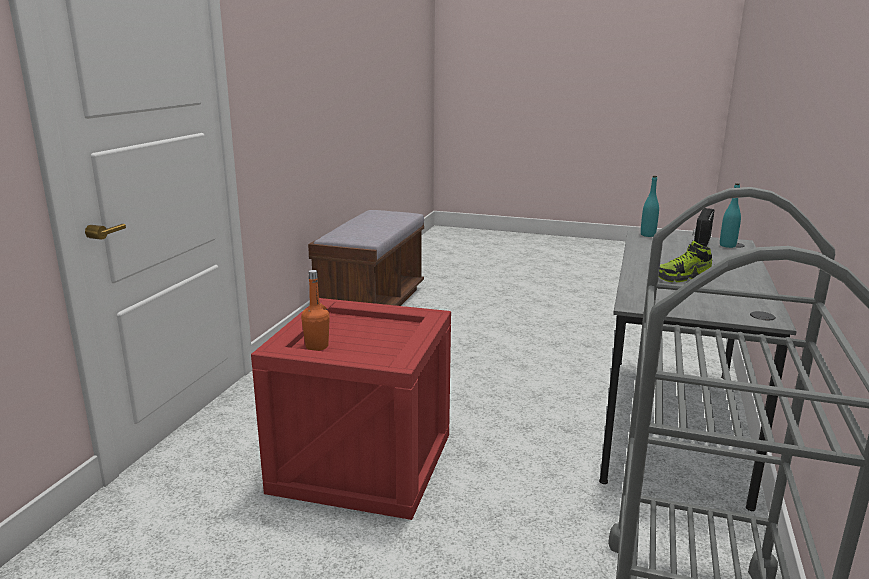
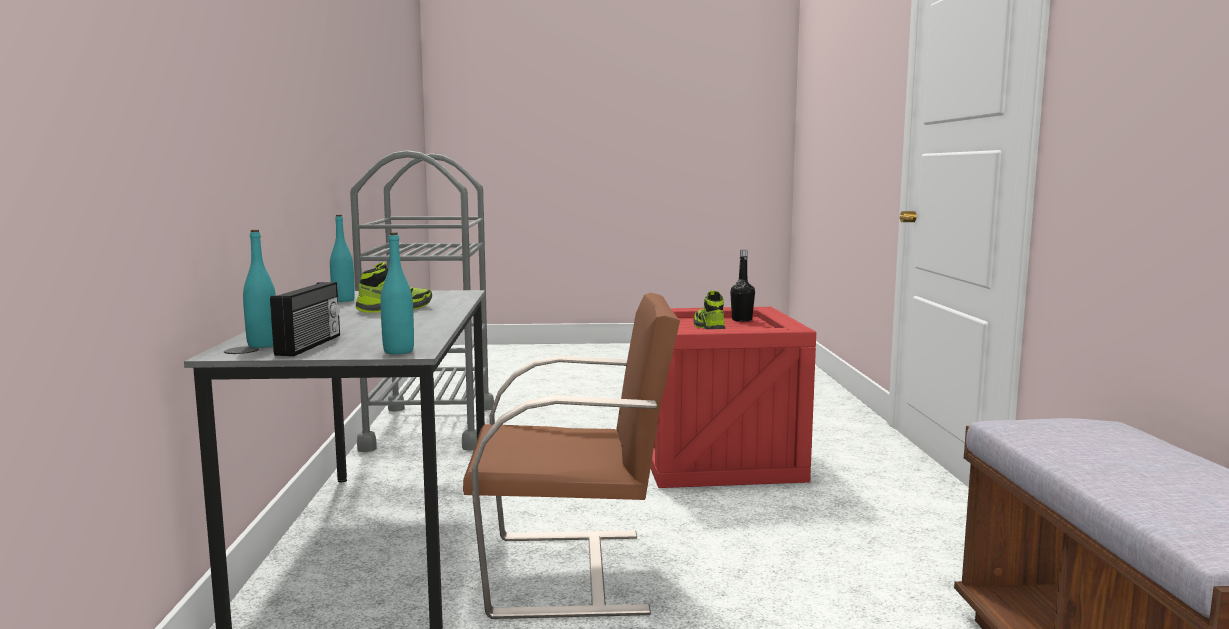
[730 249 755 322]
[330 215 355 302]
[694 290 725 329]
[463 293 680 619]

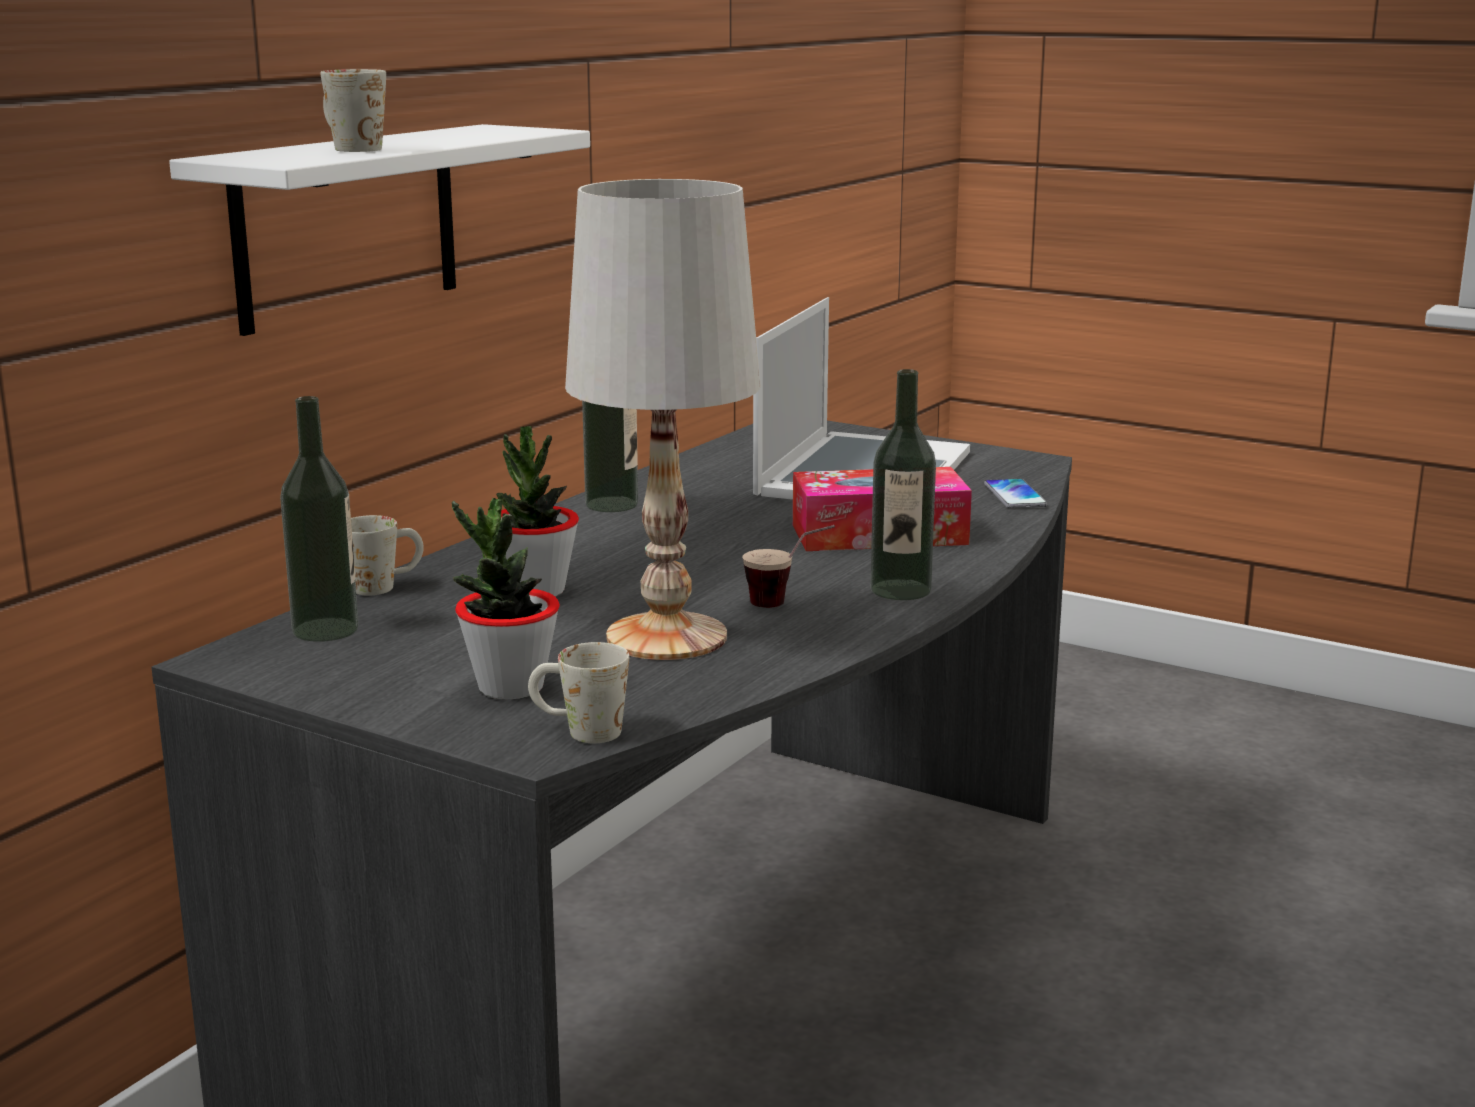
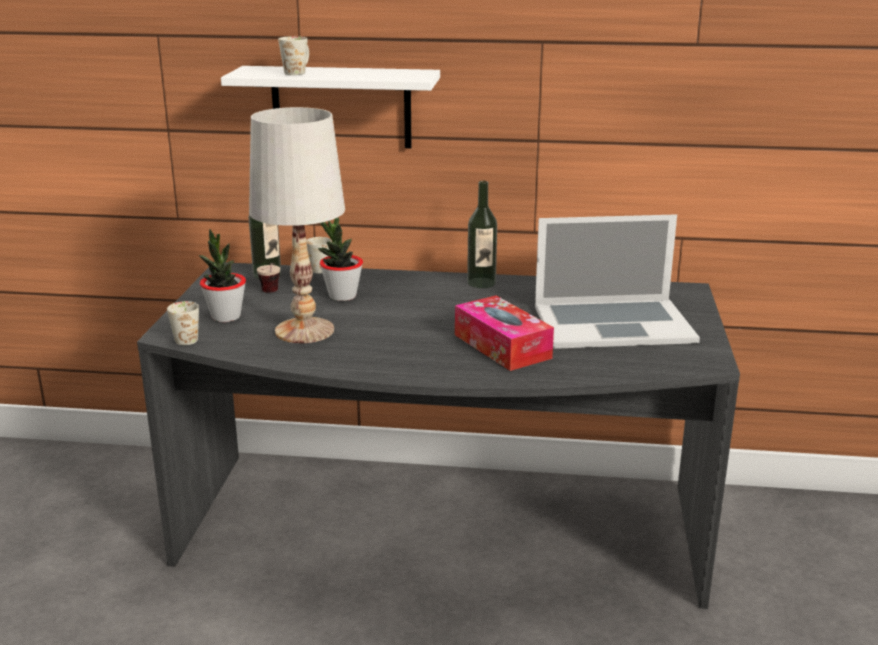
[870 369 936 600] (first image)
[984 479 1048 508] (first image)
[257 263 280 293]

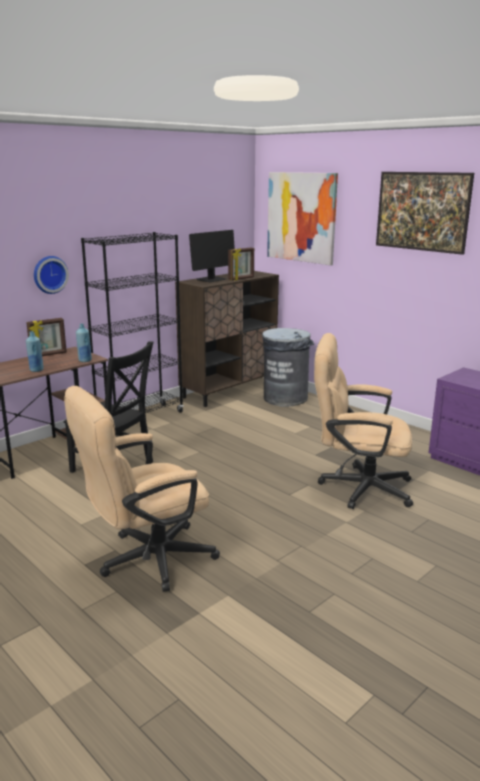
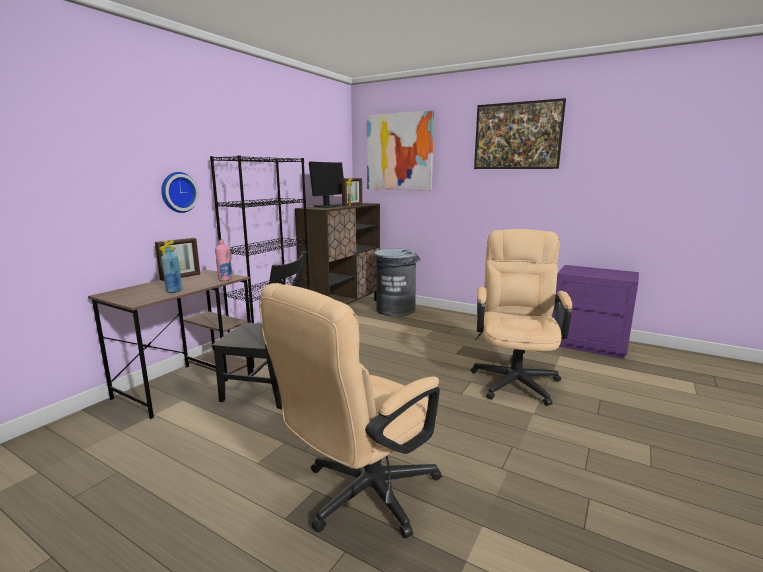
[215 240 233 281]
[470 229 572 406]

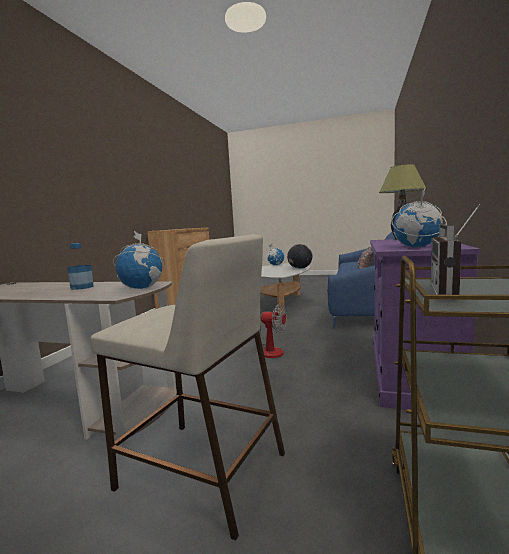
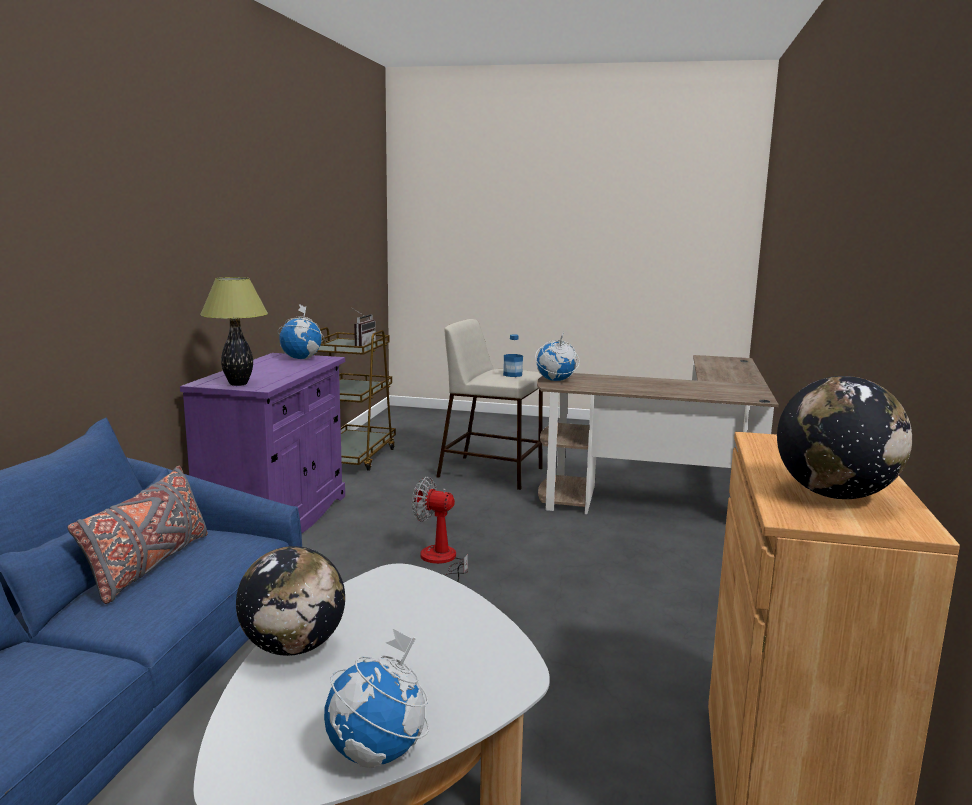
[503 334 523 377]
[777 376 912 499]

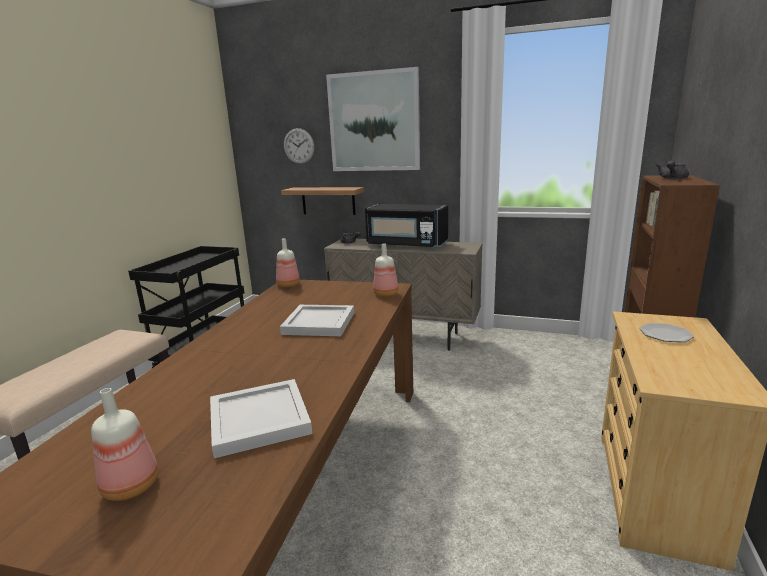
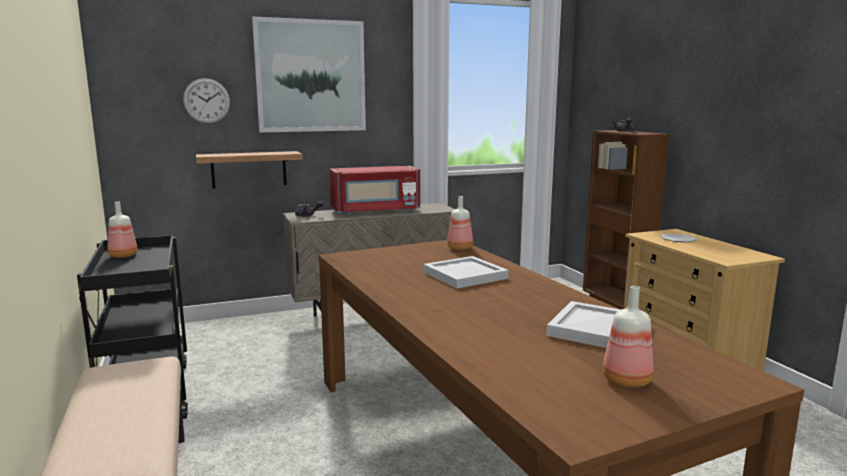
[329 166 420 215]
[108 202 138 258]

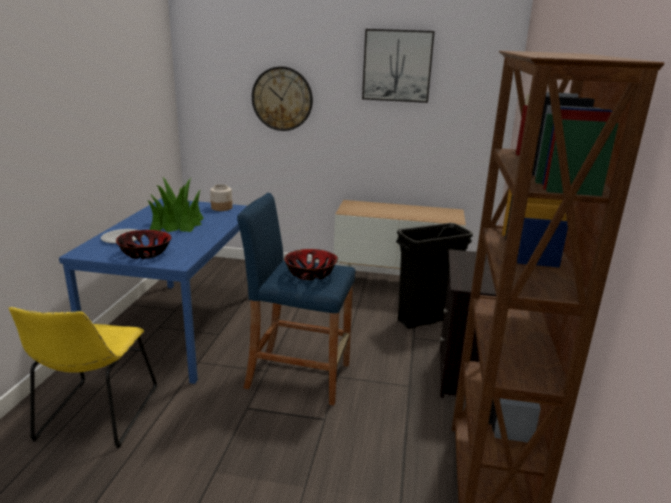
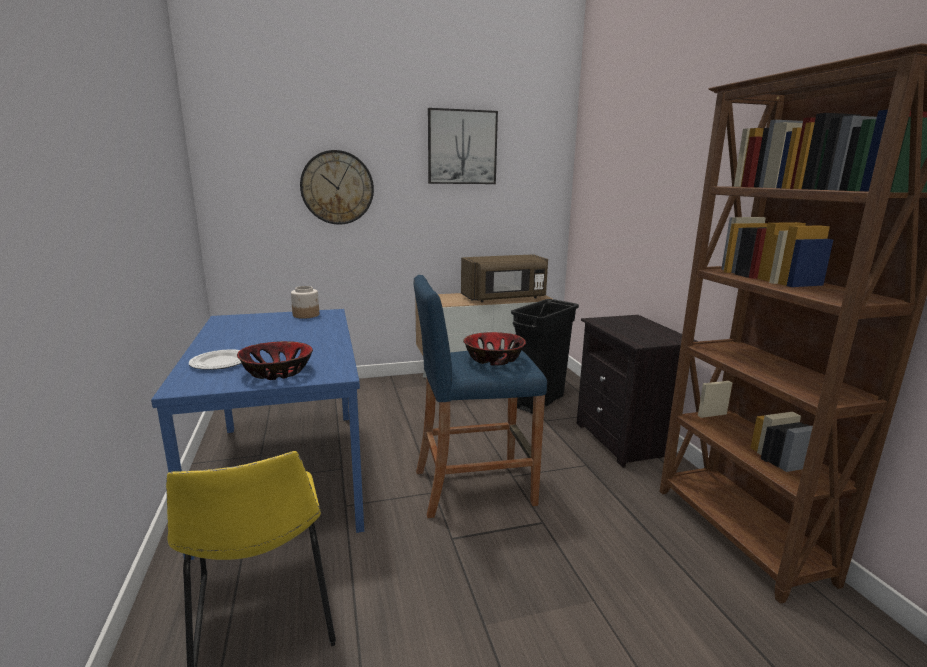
[148 177 204 232] (first image)
[461 254 548 302]

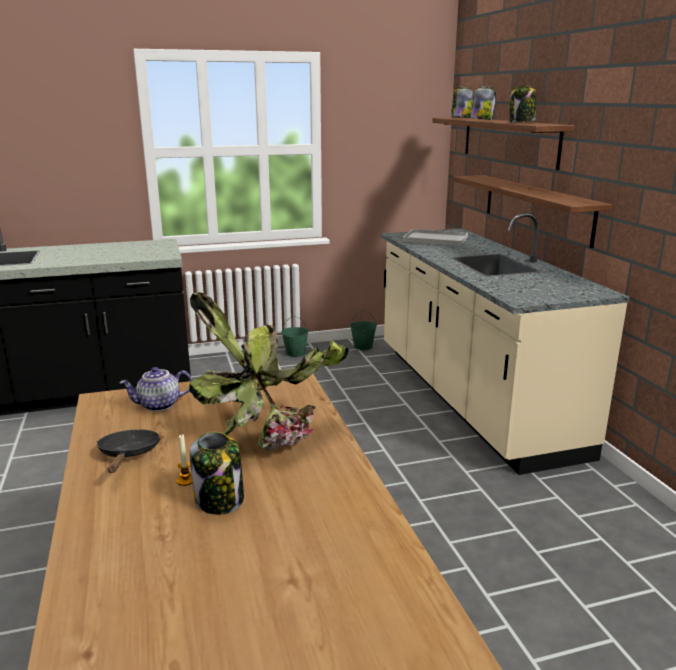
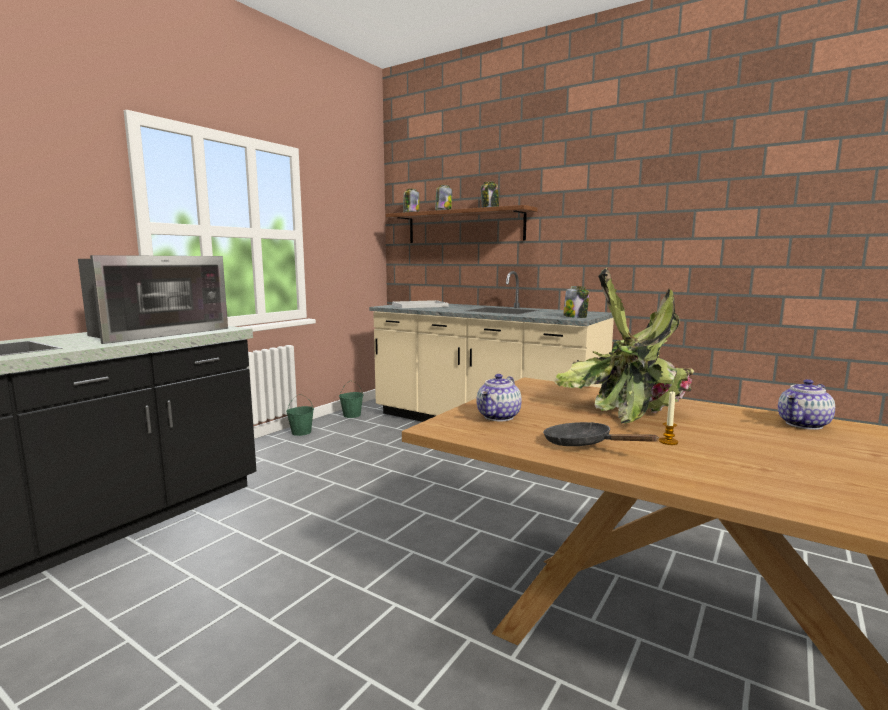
[453 175 611 248] (first image)
[563 286 589 318]
[78 255 228 344]
[778 379 835 430]

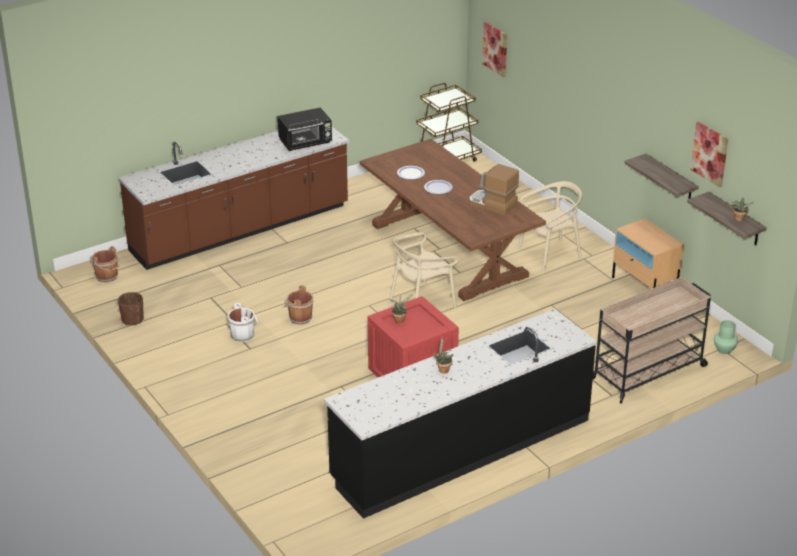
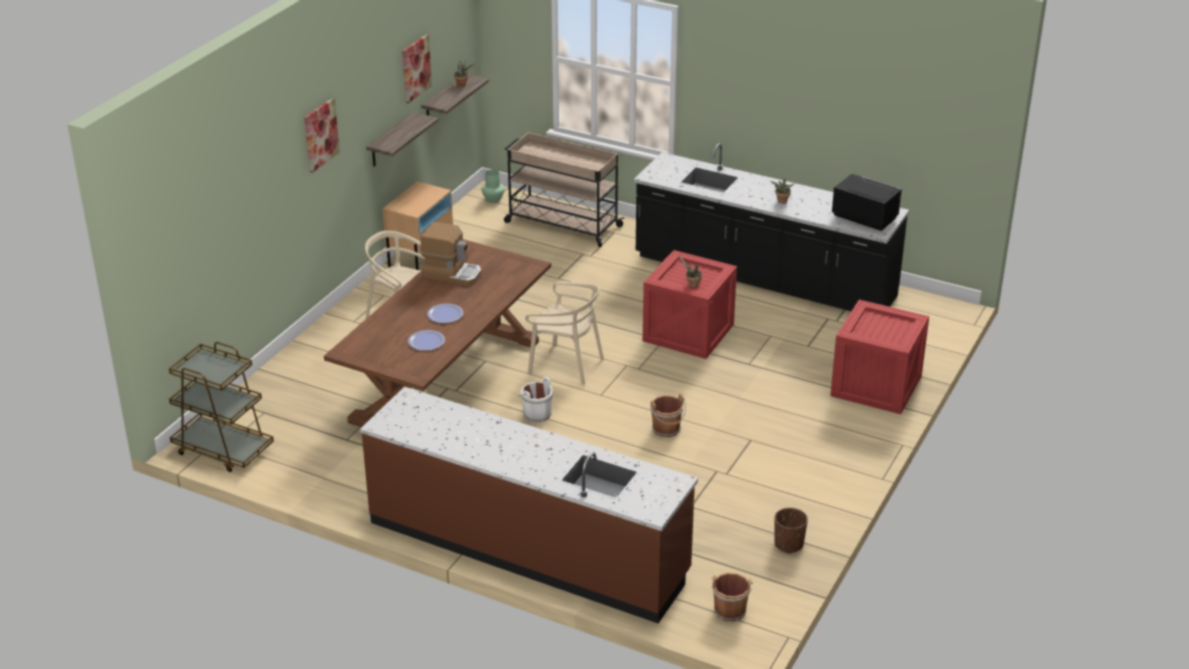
[304 98 340 173]
[832 174 902 231]
[421 222 482 286]
[518 377 553 423]
[830 300 929 414]

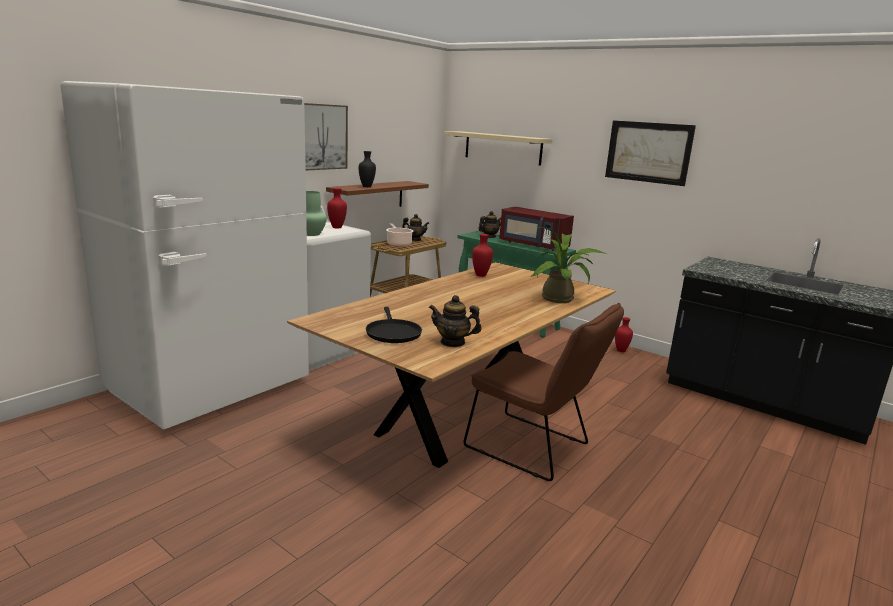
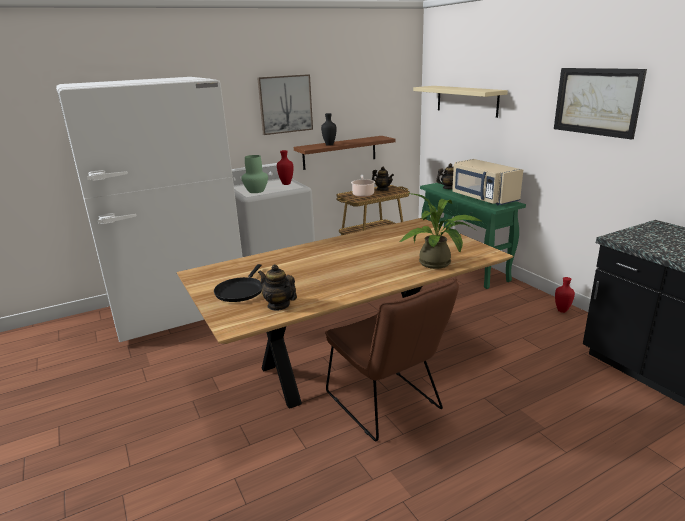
[452 159 523 205]
[472 234 493 277] (first image)

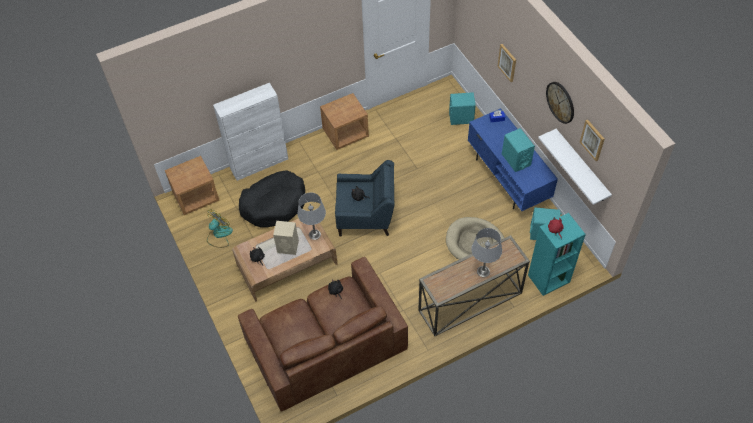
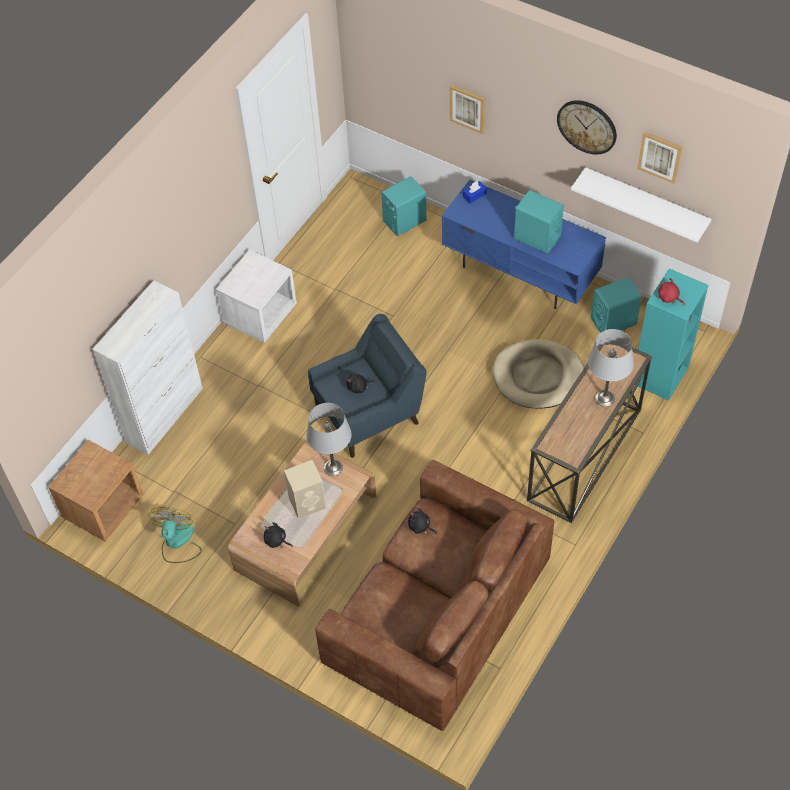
[216 250 297 343]
[239 171 305 228] (first image)

